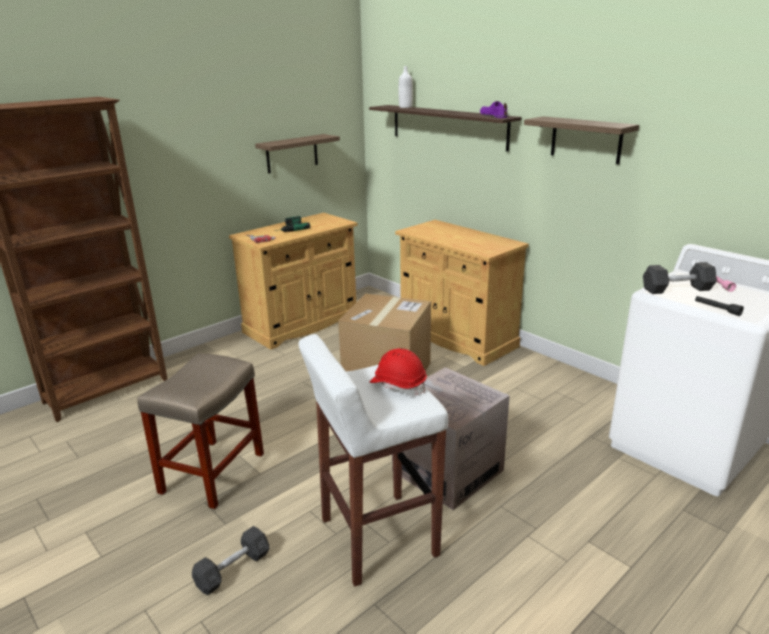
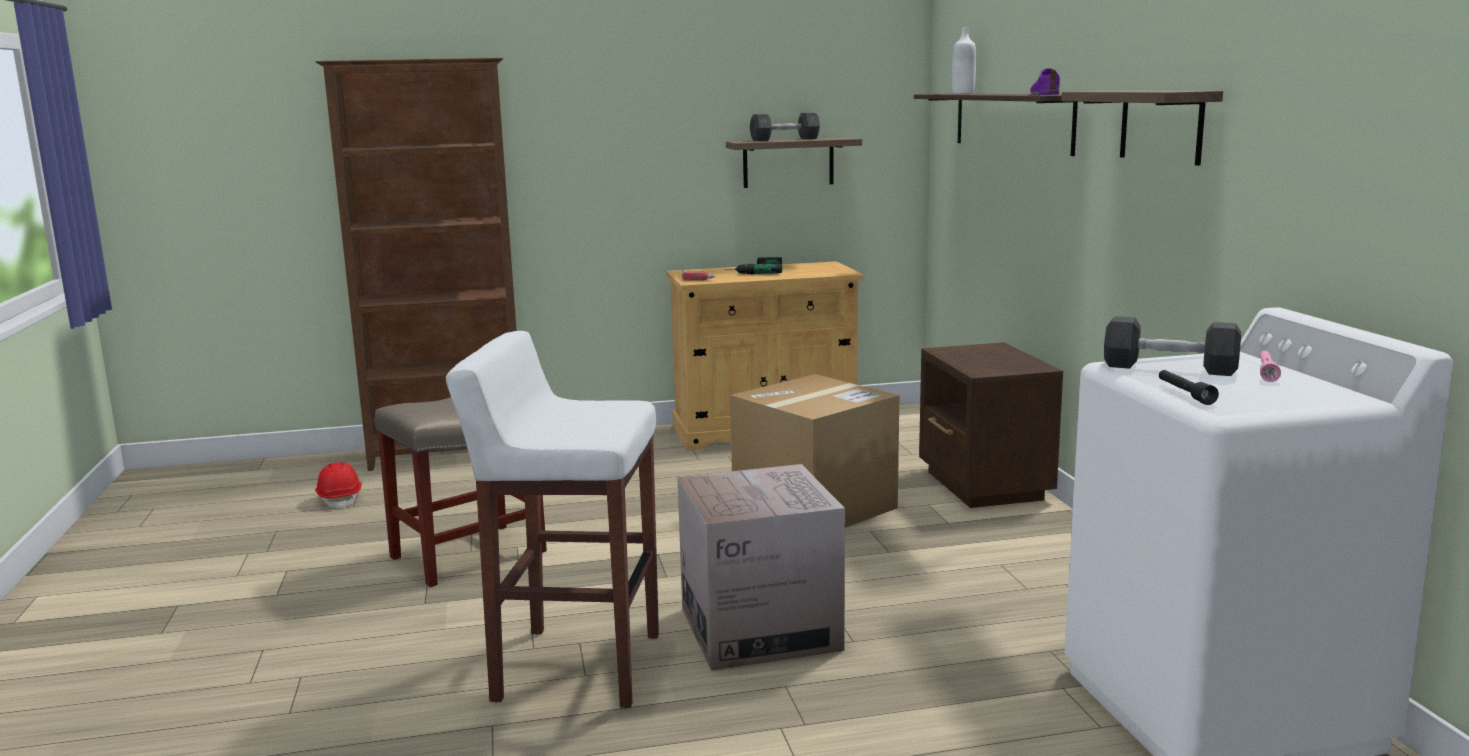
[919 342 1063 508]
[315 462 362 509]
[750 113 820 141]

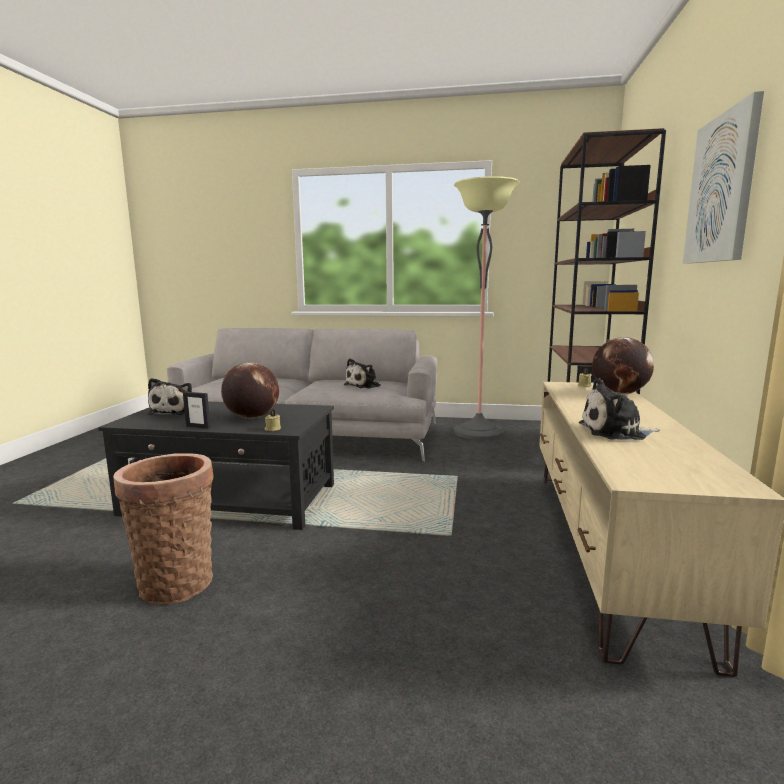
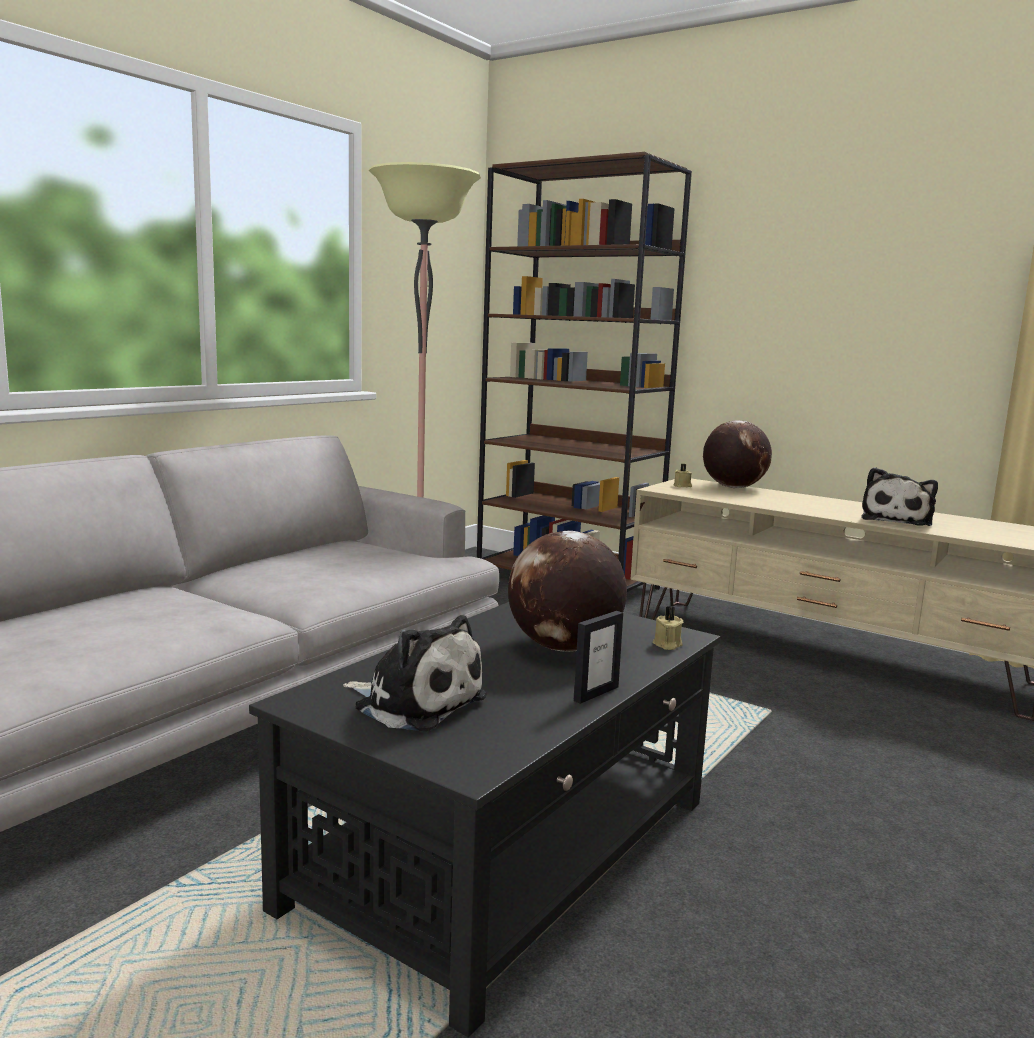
[683 91 764 264] (first image)
[344 359 380 389] (first image)
[113 453 214 605] (first image)

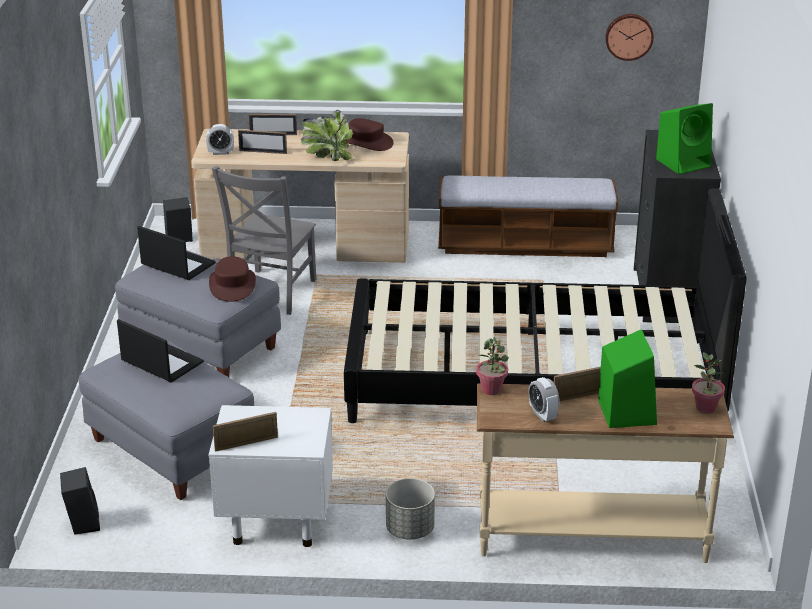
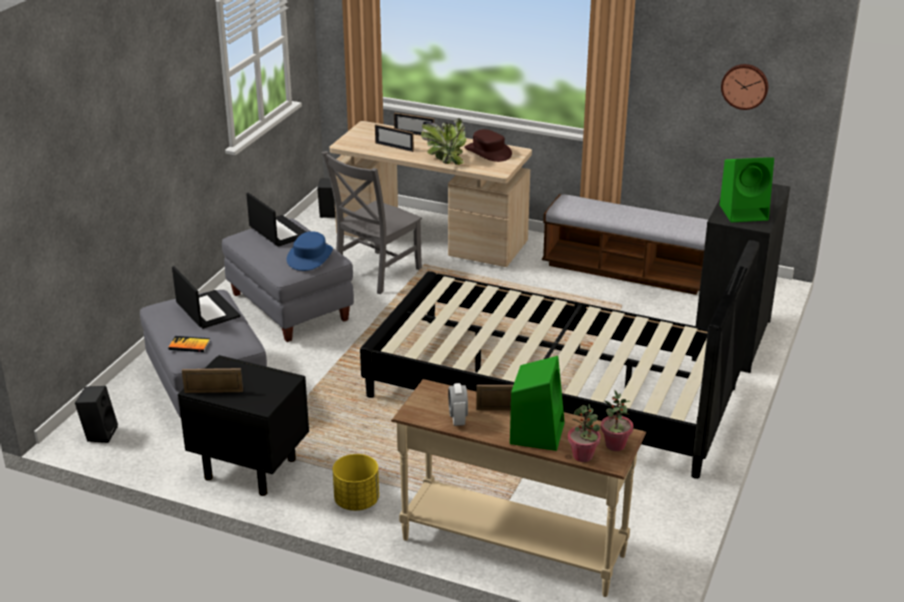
[206 124 234 155] (first image)
[287 231 333 271]
[568 404 601 462]
[178 355 309 496]
[333 454 379 511]
[168 336 210 352]

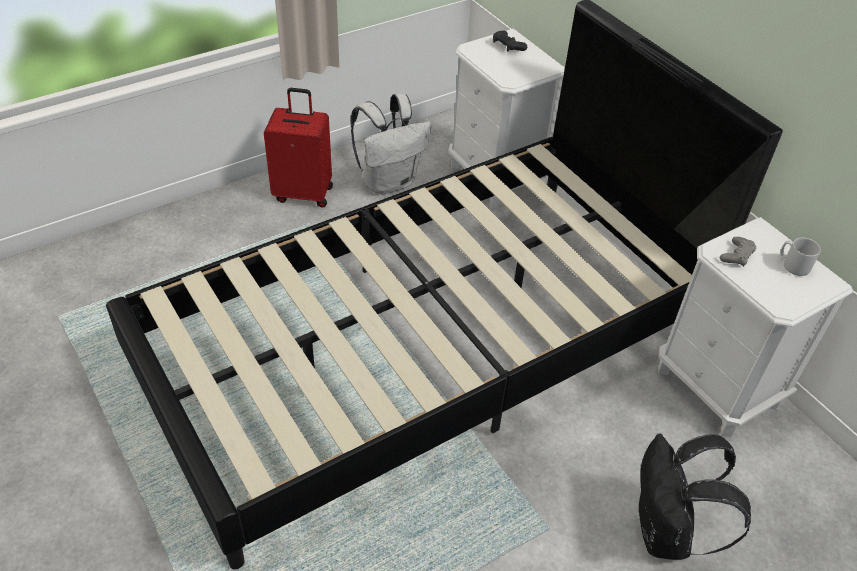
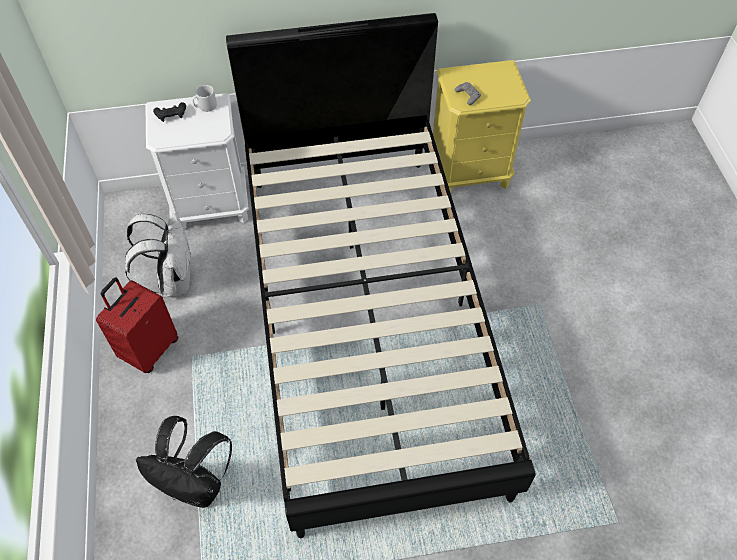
[433 60 531 193]
[192 85 217 112]
[136 416 232 508]

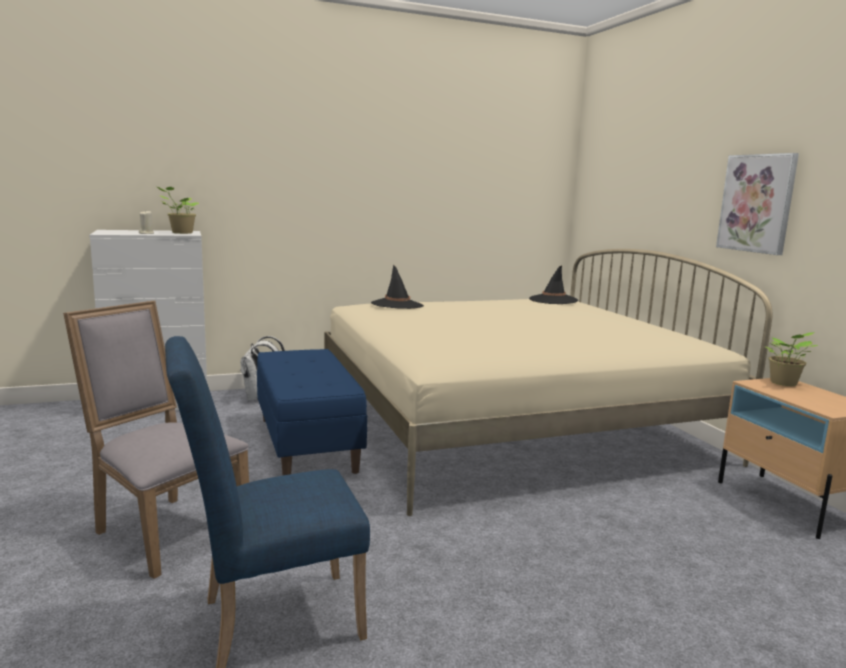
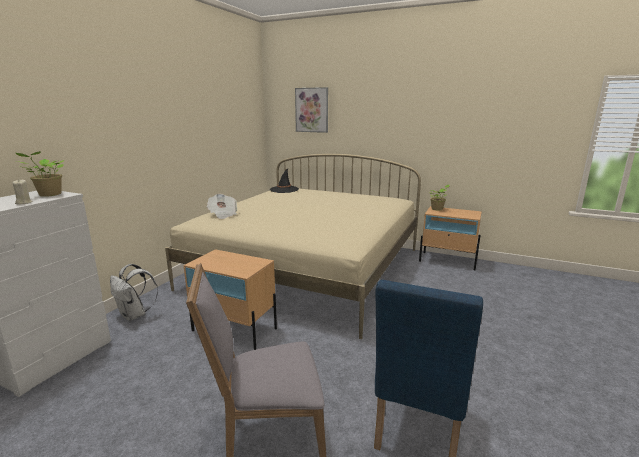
[295 87 328 133]
[207 194 237 219]
[184 249 277 350]

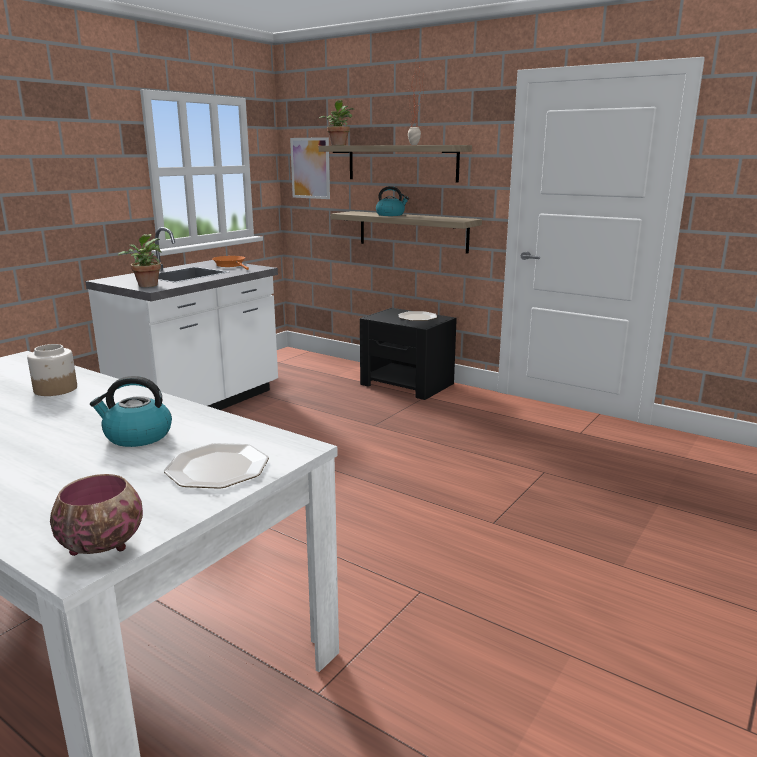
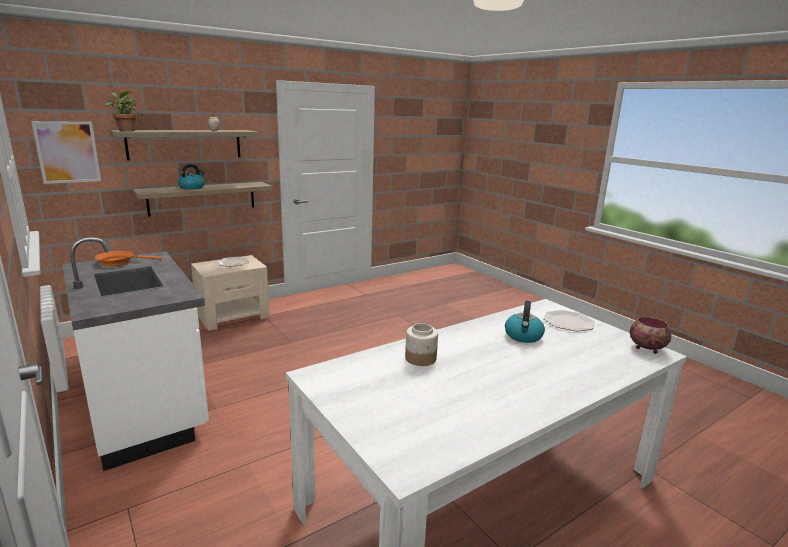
[118 234 162 287] (first image)
[191 255 270 331]

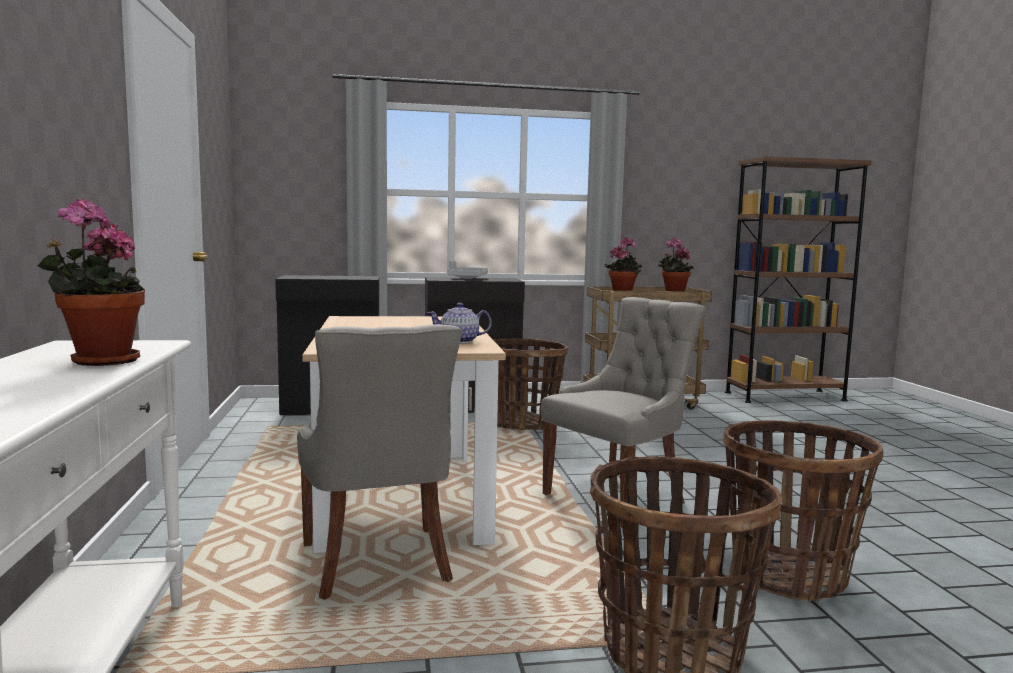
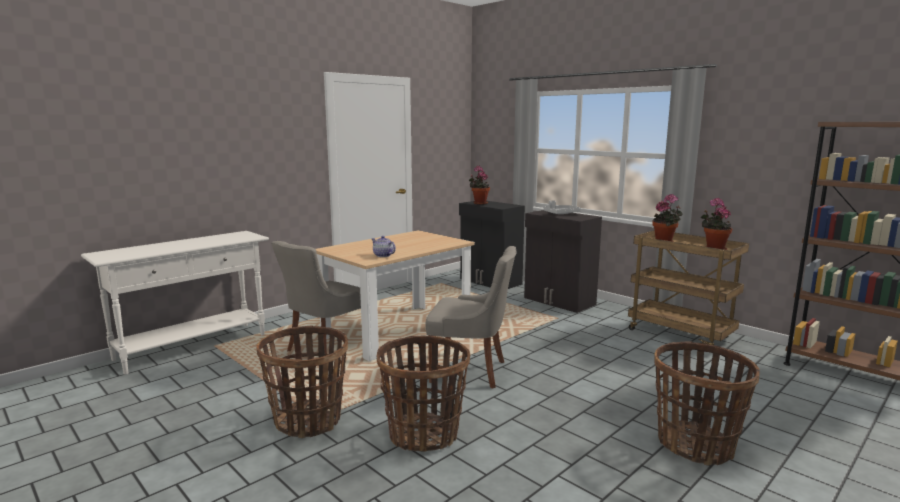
[469 166 490 205]
[654 341 760 465]

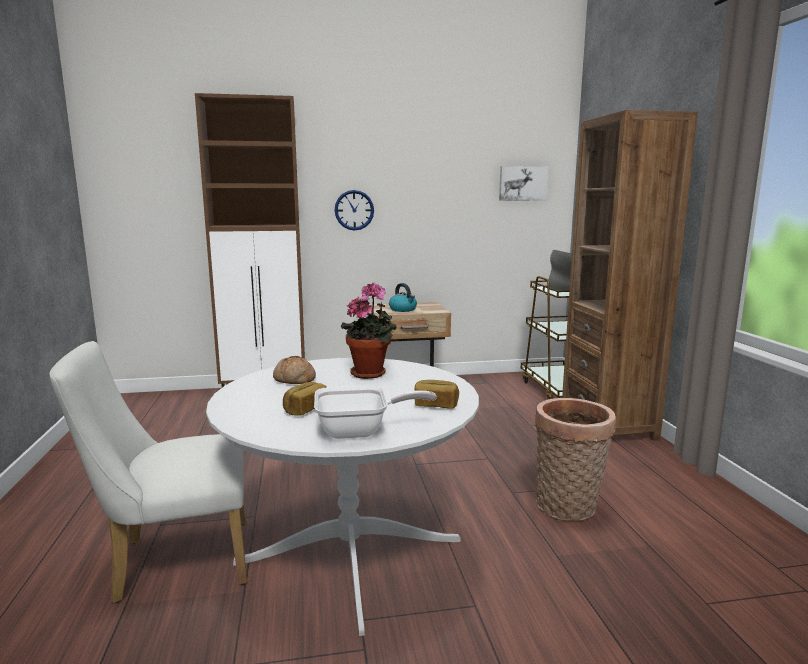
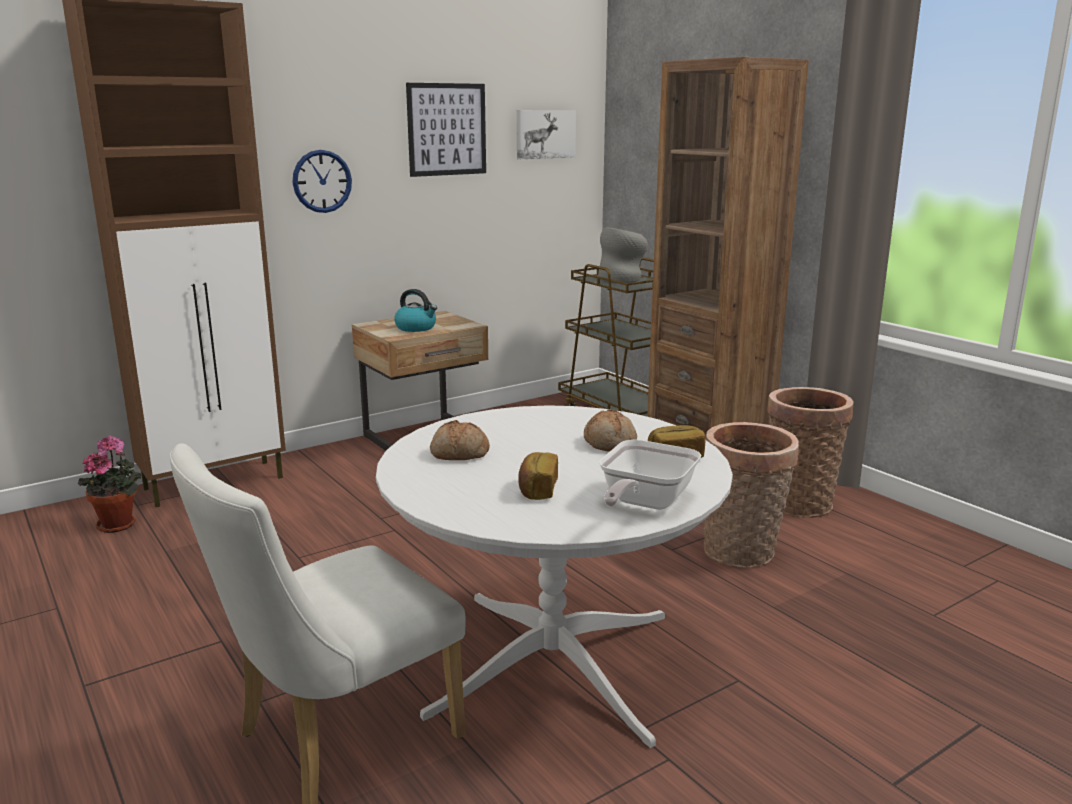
[78 435 141 533]
[599 440 701 510]
[406 83 486 177]
[767 387 854 518]
[584 410 637 451]

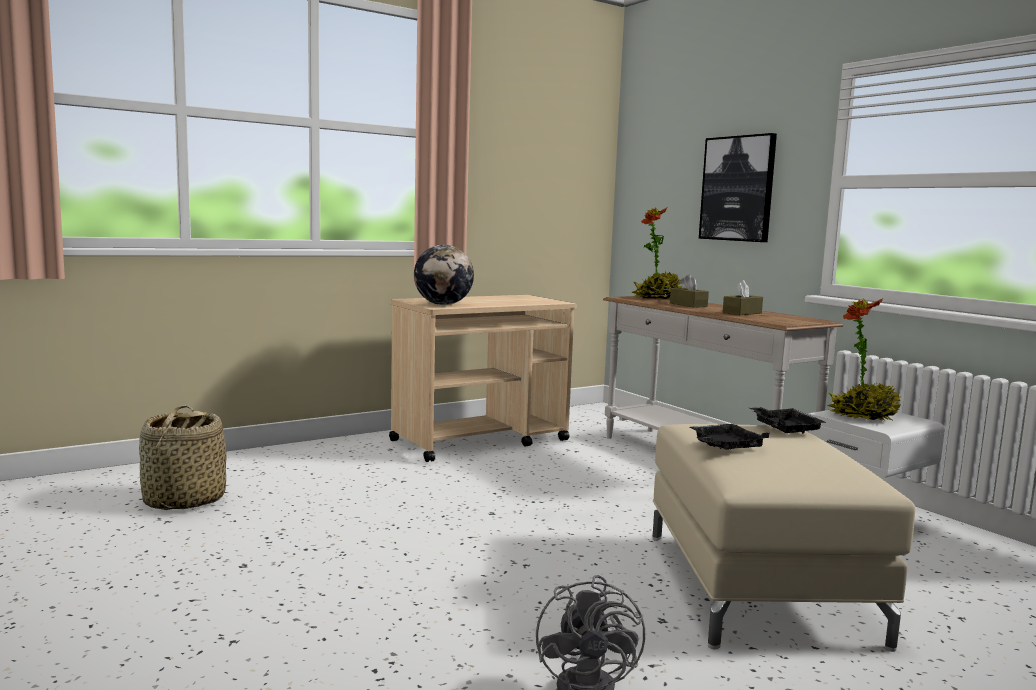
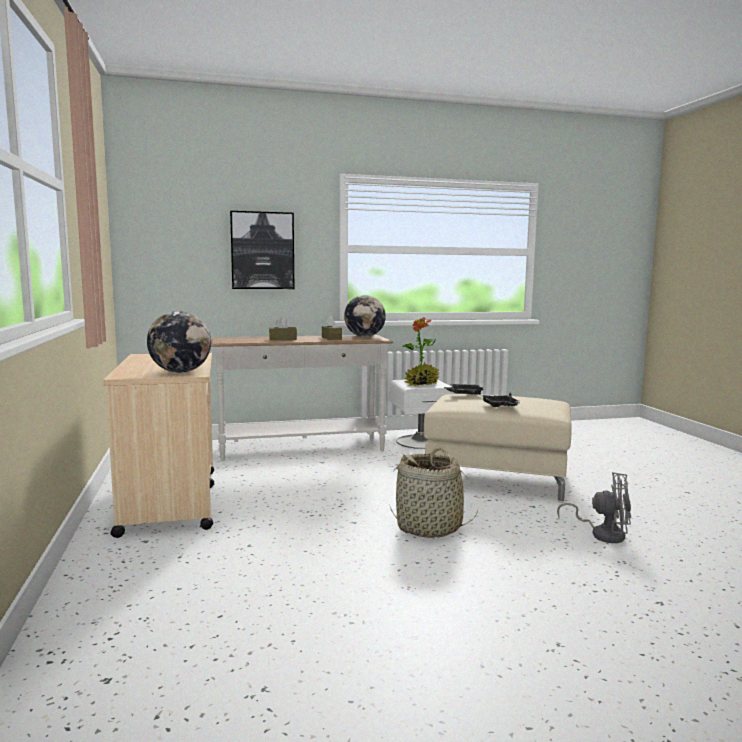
[631 208 682 299] (first image)
[390 448 478 538]
[344 295 386 337]

